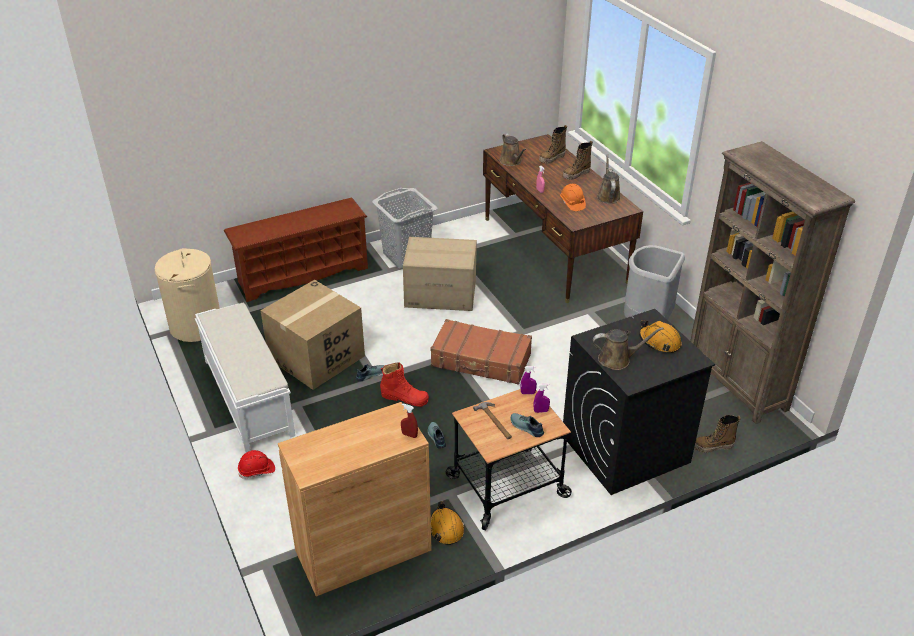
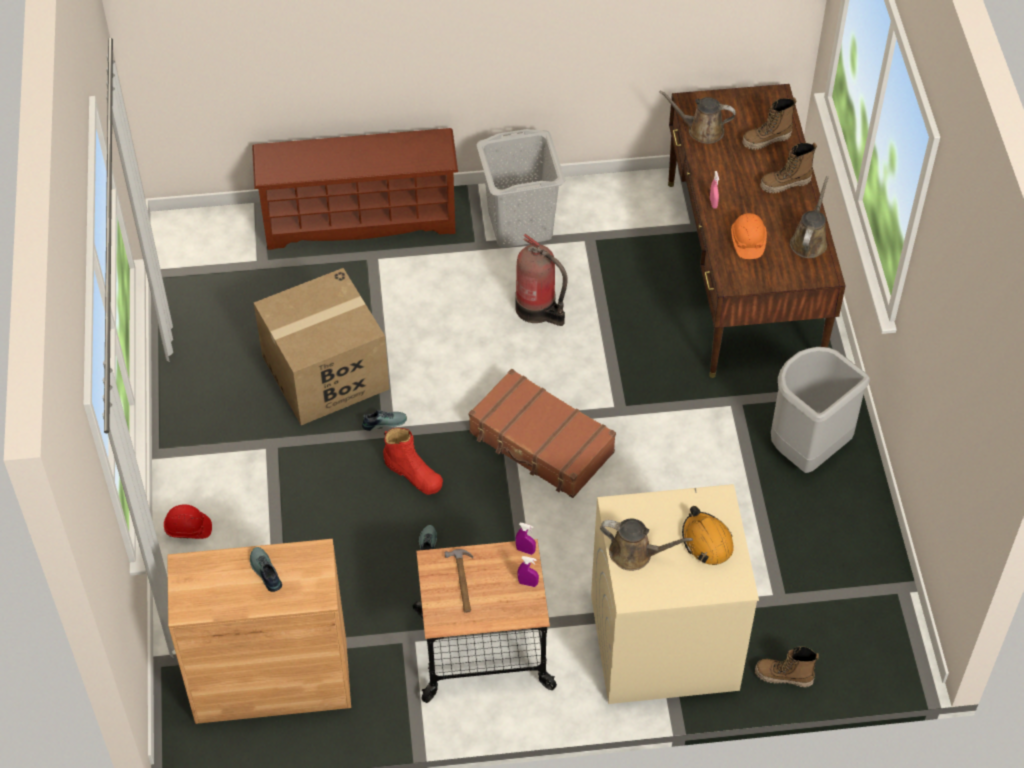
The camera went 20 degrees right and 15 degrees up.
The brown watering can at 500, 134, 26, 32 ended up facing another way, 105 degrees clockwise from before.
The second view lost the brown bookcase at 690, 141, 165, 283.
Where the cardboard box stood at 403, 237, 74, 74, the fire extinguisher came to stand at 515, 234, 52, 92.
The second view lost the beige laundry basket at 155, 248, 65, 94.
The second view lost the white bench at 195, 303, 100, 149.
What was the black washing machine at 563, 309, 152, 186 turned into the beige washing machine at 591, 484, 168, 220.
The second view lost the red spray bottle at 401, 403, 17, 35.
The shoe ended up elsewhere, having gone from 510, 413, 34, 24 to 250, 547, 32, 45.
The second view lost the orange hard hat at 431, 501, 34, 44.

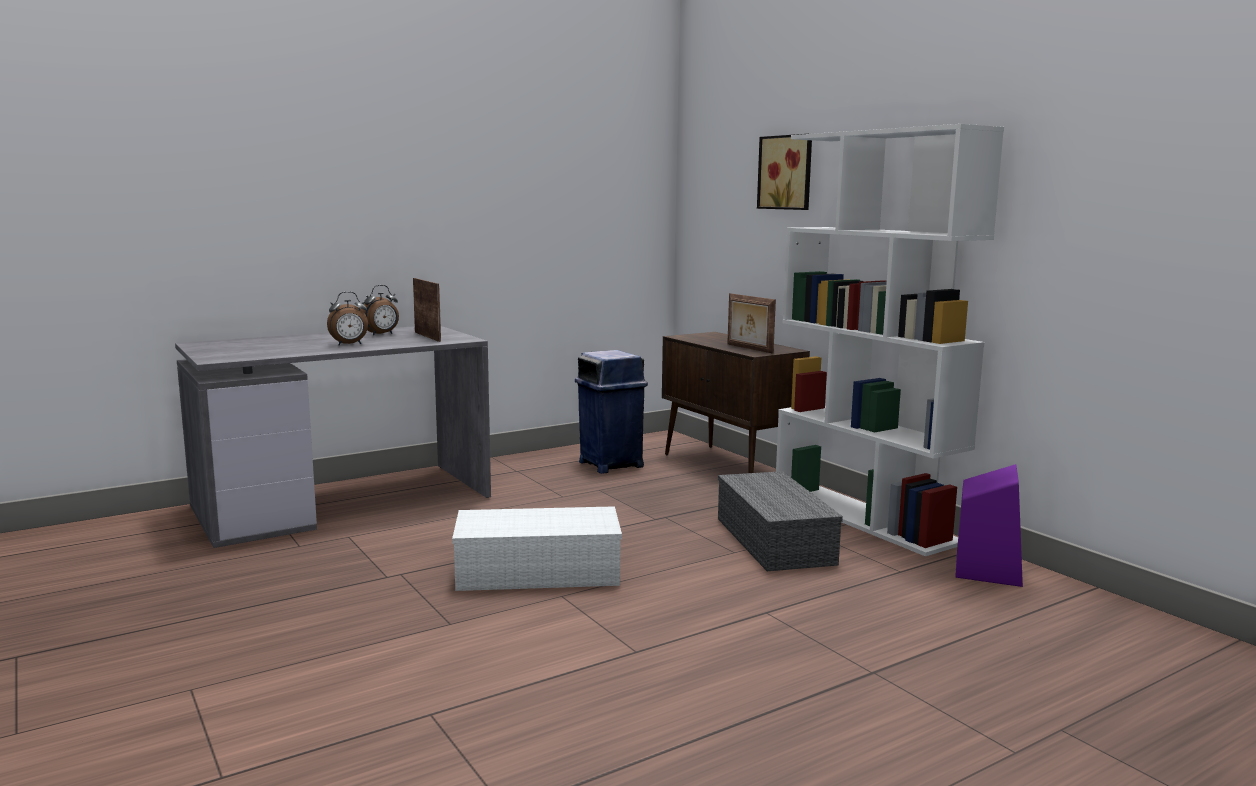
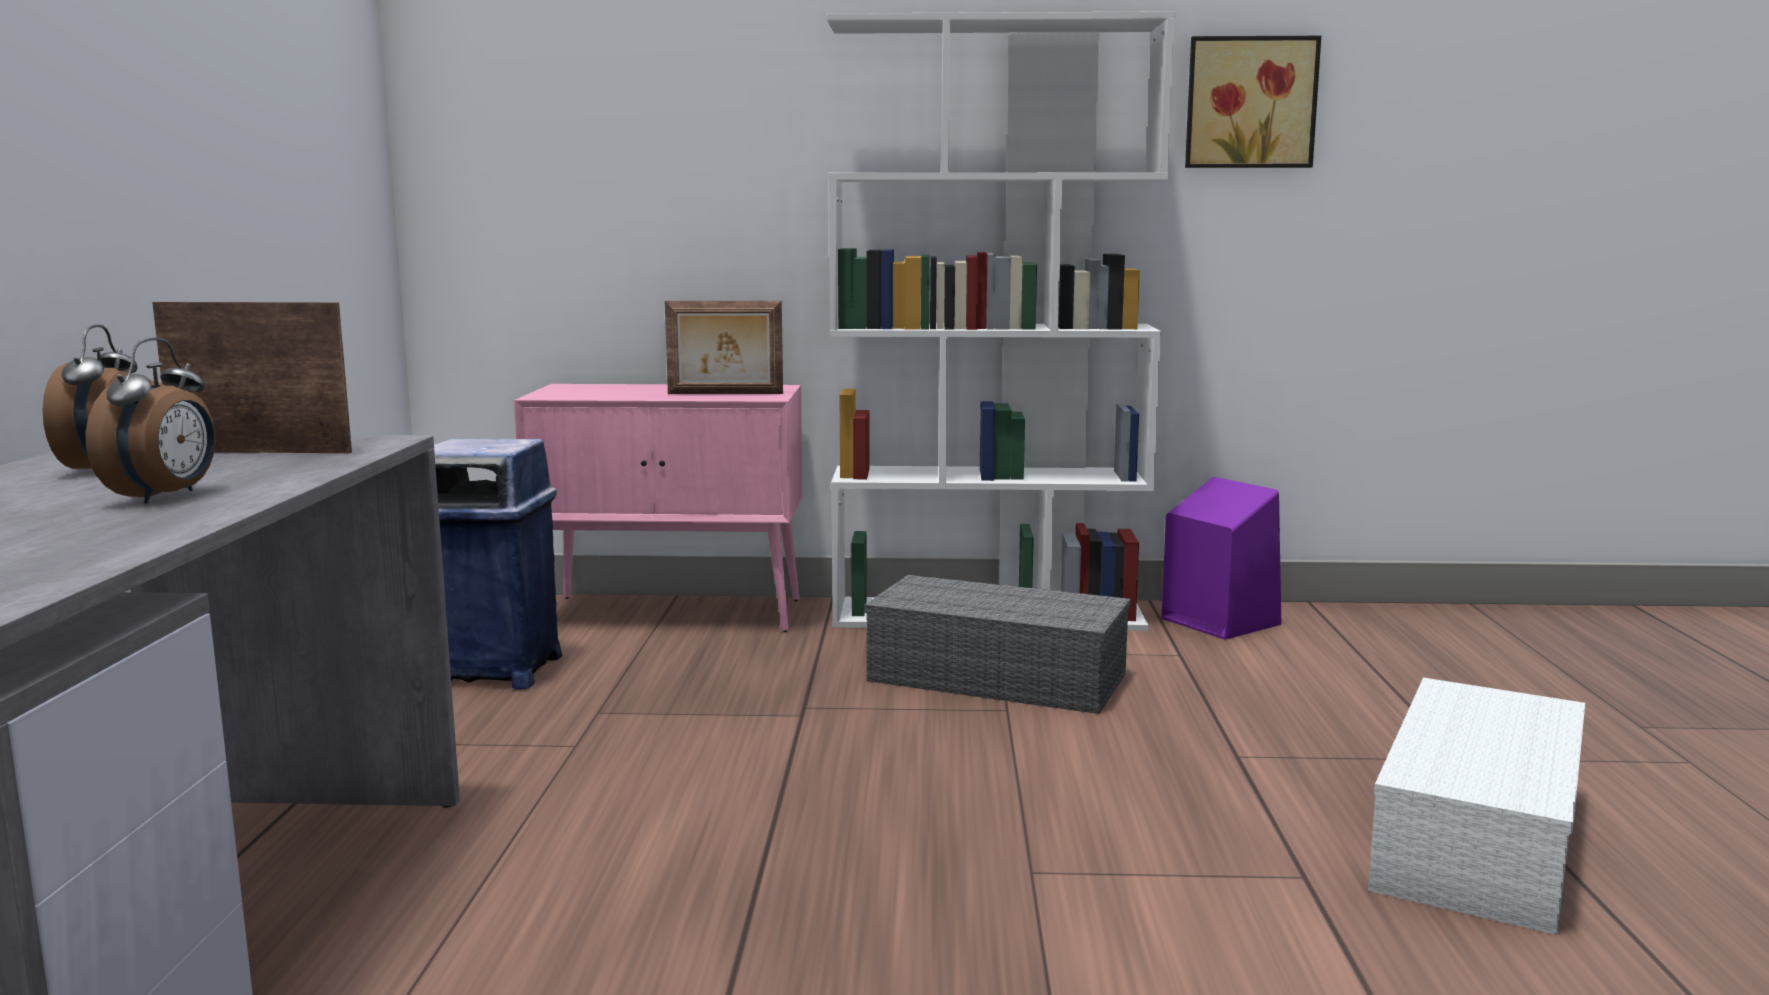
The camera went 55 degrees left and 0 degrees up.
The picture ended up elsewhere, having gone from 757, 134, 55, 76 to 1185, 36, 136, 132.
What was the brown cabinet at 662, 332, 148, 141 turned into the pink cabinet at 514, 384, 289, 248.
The white storage box ended up elsewhere, having gone from 452, 506, 170, 85 to 1368, 678, 217, 257.

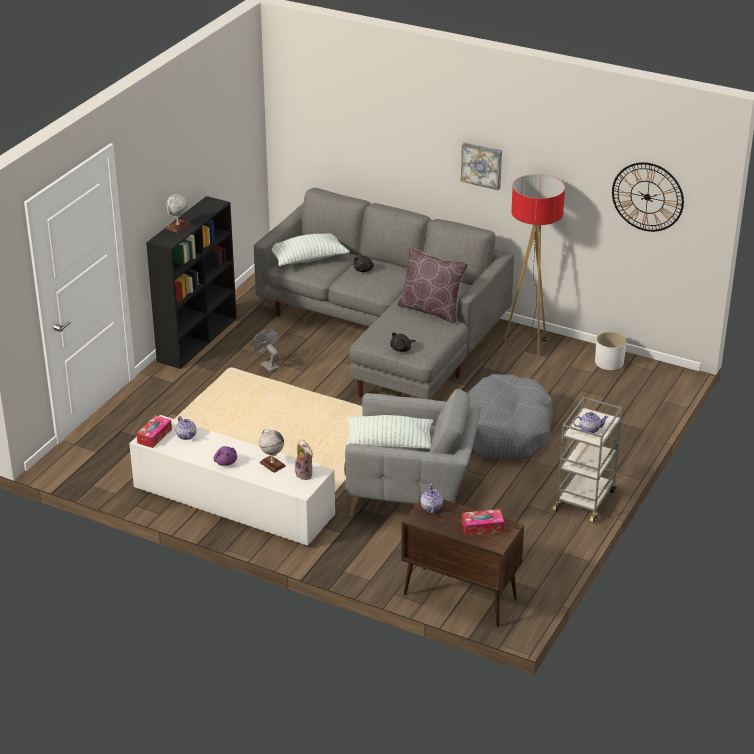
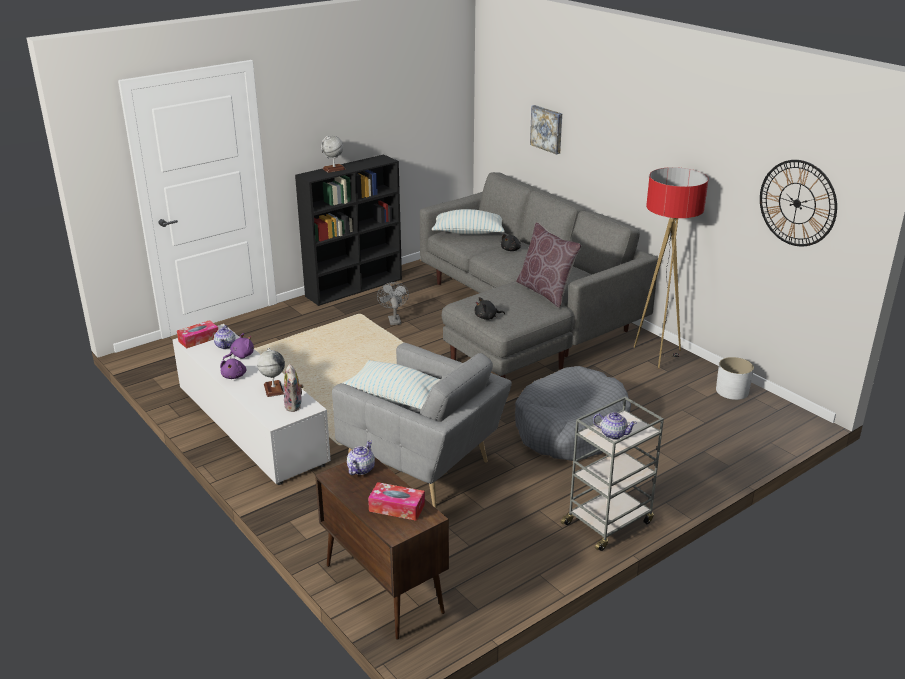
The camera went 25 degrees right and 5 degrees down.
The picture ended up elsewhere, having gone from 461, 142, 41, 48 to 530, 105, 32, 50.
The second view gained the purple plush toy at 223, 333, 31, 27.

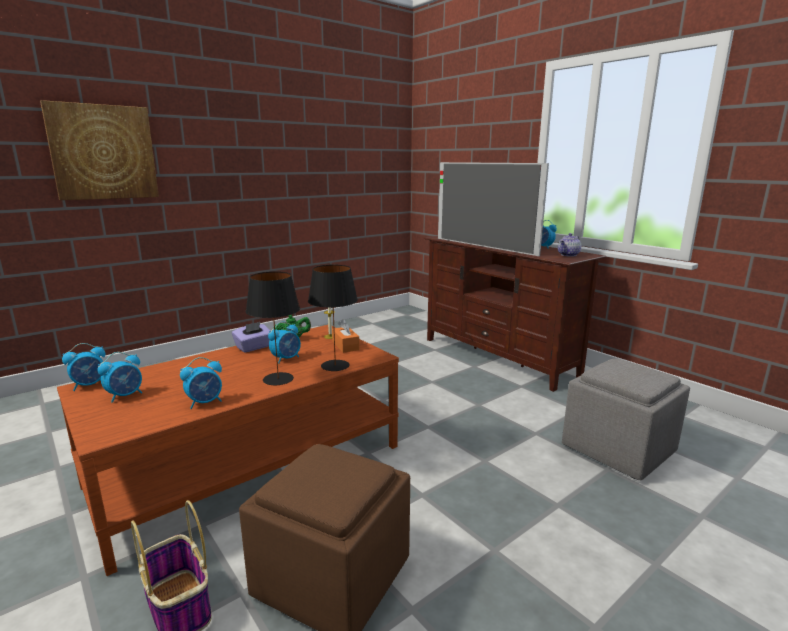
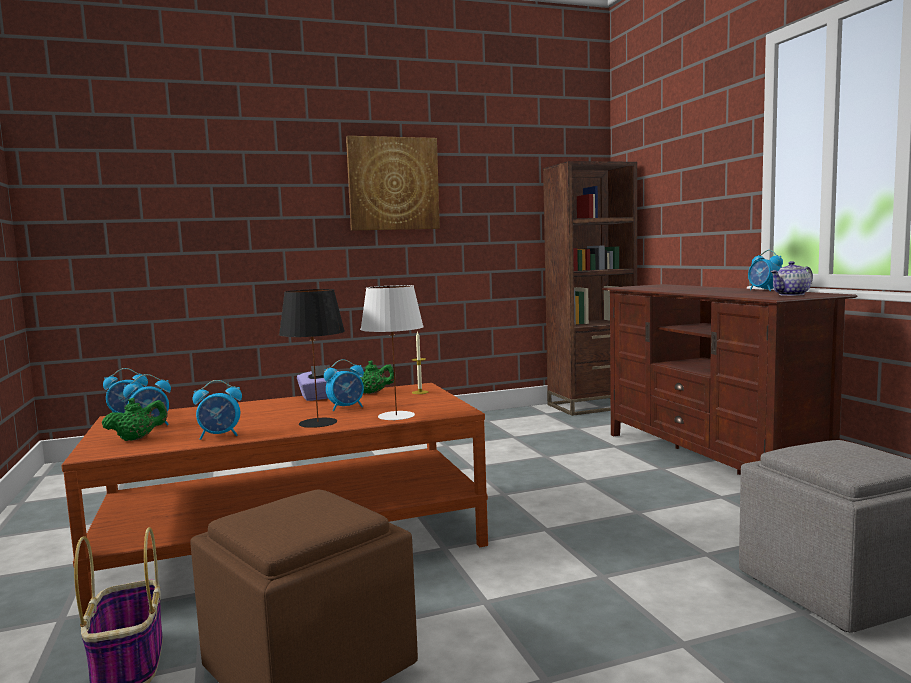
The camera went 20 degrees right and 10 degrees down.
The picture ended up elsewhere, having gone from 40, 100, 119, 100 to 346, 136, 94, 94.
The second view lost the television at 438, 162, 111, 94.
What was the black table lamp at 308, 265, 50, 106 turned into the white table lamp at 360, 285, 64, 136.
The second view lost the orange tissue box at 332, 319, 28, 34.
The second view gained the brown bookcase at 543, 161, 94, 255.
The second view gained the green teapot at 102, 398, 66, 43.

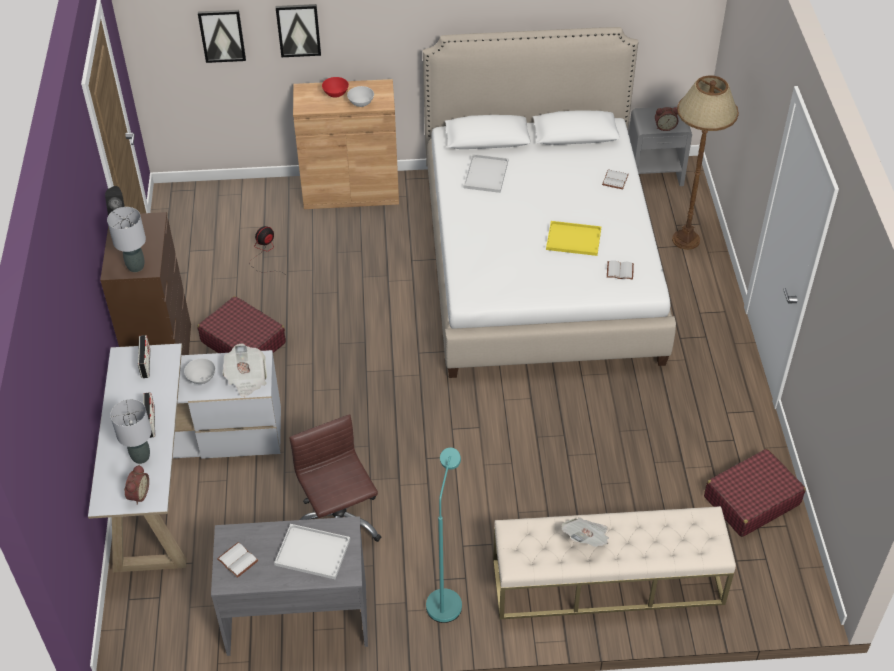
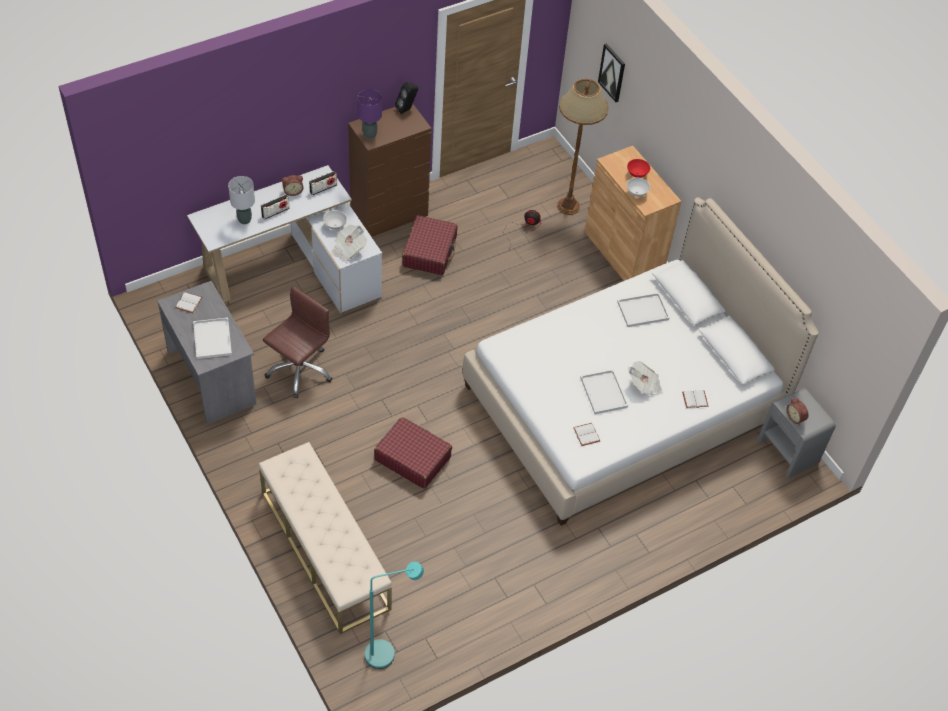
The camera went 60 degrees right and 5 degrees up.
The second view lost the picture at 276, 4, 45, 53.
The brown floor lamp ended up elsewhere, having gone from 672, 75, 67, 175 to 557, 79, 52, 136.
What was the grey table lamp at 107, 207, 39, 65 turned into the purple table lamp at 357, 89, 25, 50.
What was the yellow tray at 546, 221, 56, 35 turned into the white tray at 580, 370, 48, 44.
The turquoise floor lamp ended up elsewhere, having gone from 426, 448, 36, 175 to 365, 562, 59, 107.
The red suitcase ended up elsewhere, having gone from 704, 449, 102, 88 to 374, 417, 78, 72.
The alarm clock ended up elsewhere, having gone from 124, 465, 25, 40 to 282, 175, 21, 21.
The newspaper ended up elsewhere, having gone from 561, 517, 48, 30 to 628, 362, 35, 33.

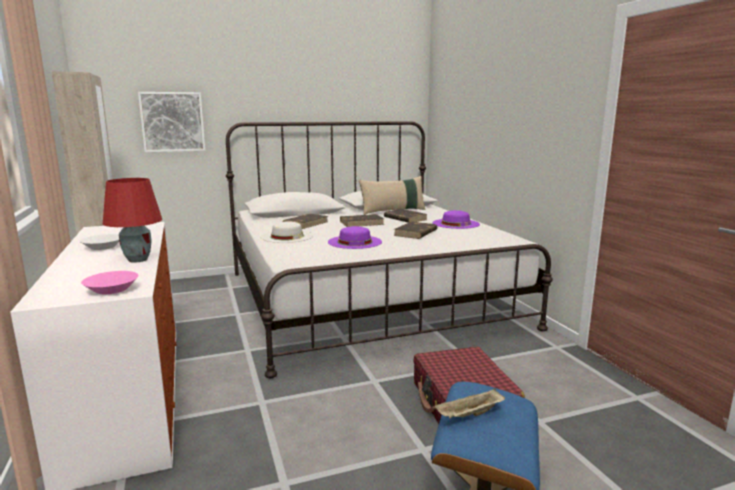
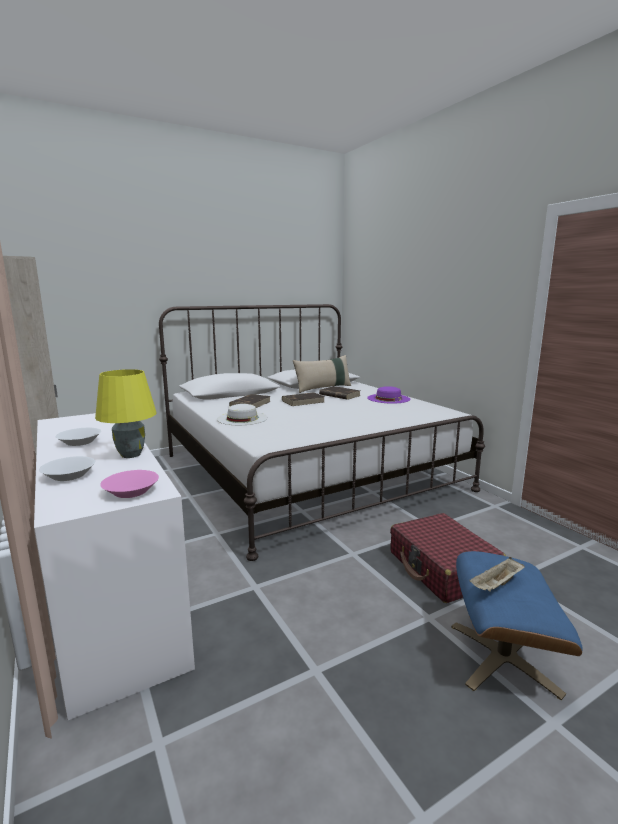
The camera went 10 degrees left and 0 degrees up.
The second view lost the picture at 138, 92, 68, 60.
What was the red table lamp at 103, 178, 59, 85 turned into the yellow table lamp at 95, 369, 62, 89.
The second view lost the brown book at 394, 221, 43, 18.
The second view lost the purple hat at 328, 226, 54, 23.
The second view gained the white bowl at 39, 456, 56, 25.

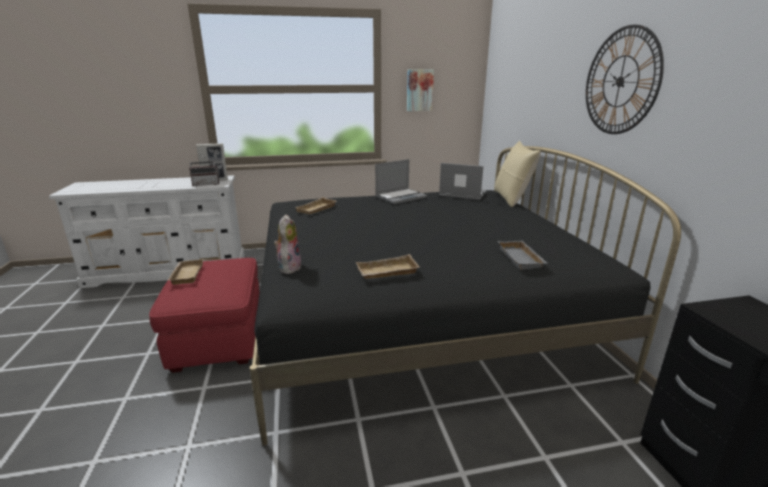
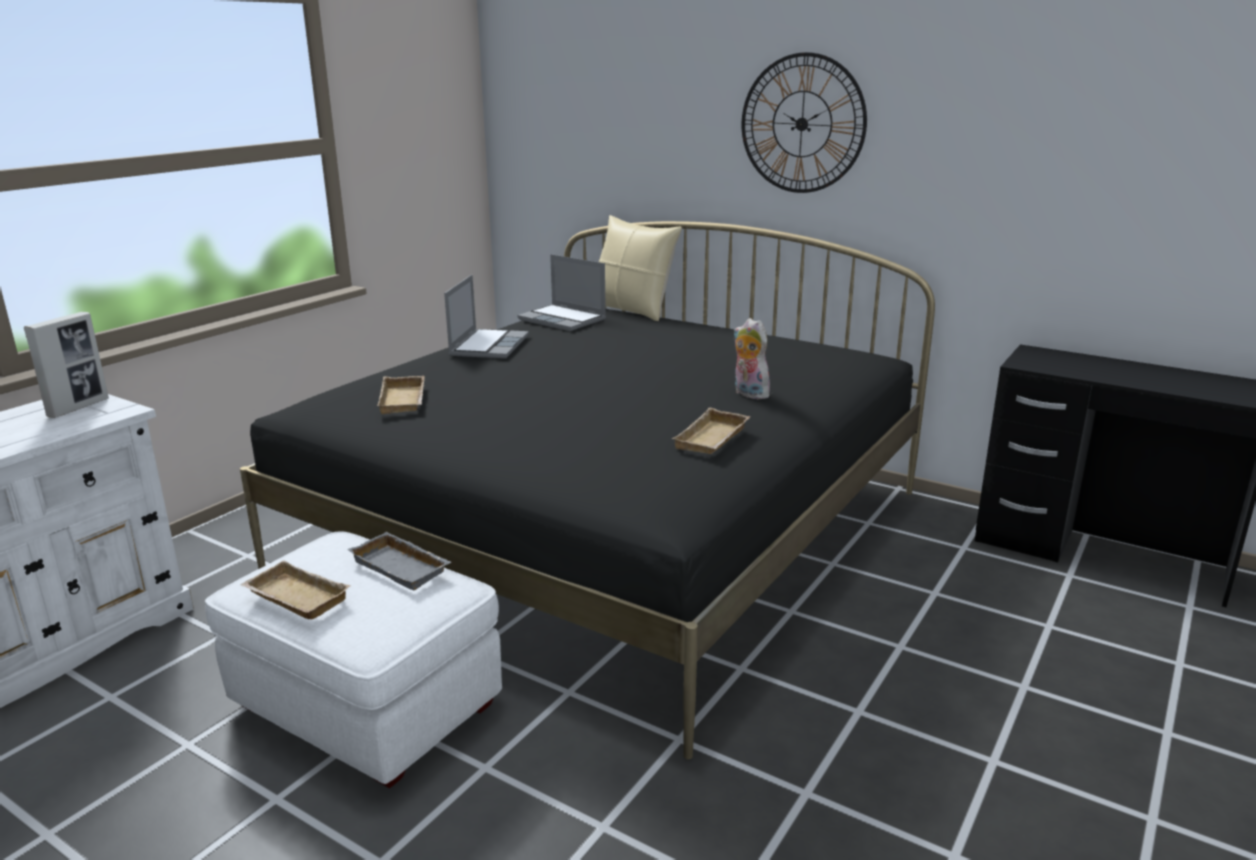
The camera went 45 degrees left and 0 degrees up.
The second view lost the picture at 407, 69, 27, 42.
The second view lost the radio at 189, 155, 30, 31.
The laptop at 439, 163, 47, 37 ended up facing another way, 120 degrees counterclockwise from before.
The plush toy ended up elsewhere, having gone from 274, 214, 27, 60 to 733, 318, 38, 81.
The grey tray ended up elsewhere, having gone from 498, 241, 49, 29 to 347, 532, 105, 59.
What was the red ottoman at 149, 258, 111, 115 turned into the white ottoman at 205, 531, 297, 257.

